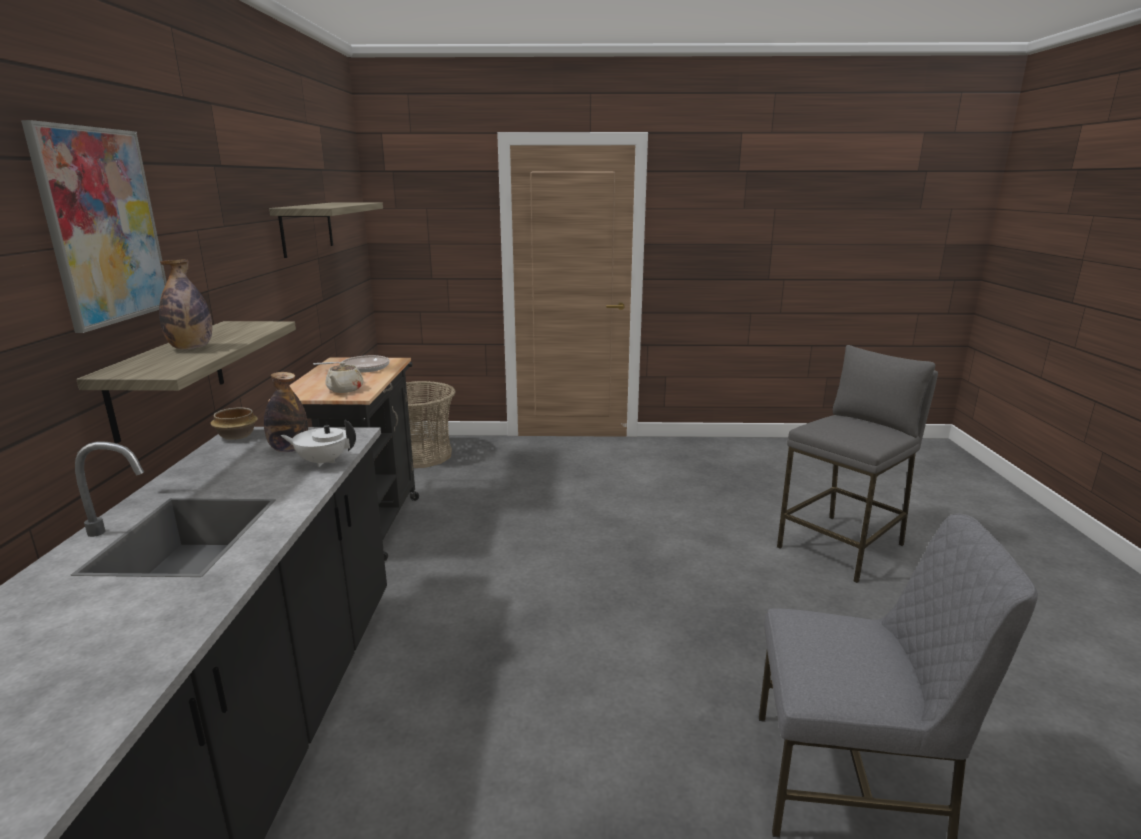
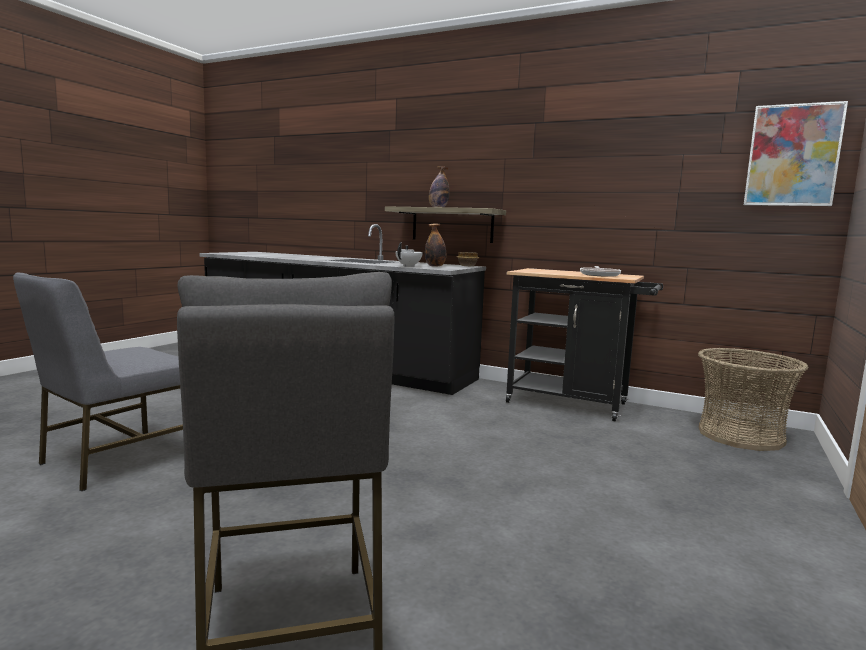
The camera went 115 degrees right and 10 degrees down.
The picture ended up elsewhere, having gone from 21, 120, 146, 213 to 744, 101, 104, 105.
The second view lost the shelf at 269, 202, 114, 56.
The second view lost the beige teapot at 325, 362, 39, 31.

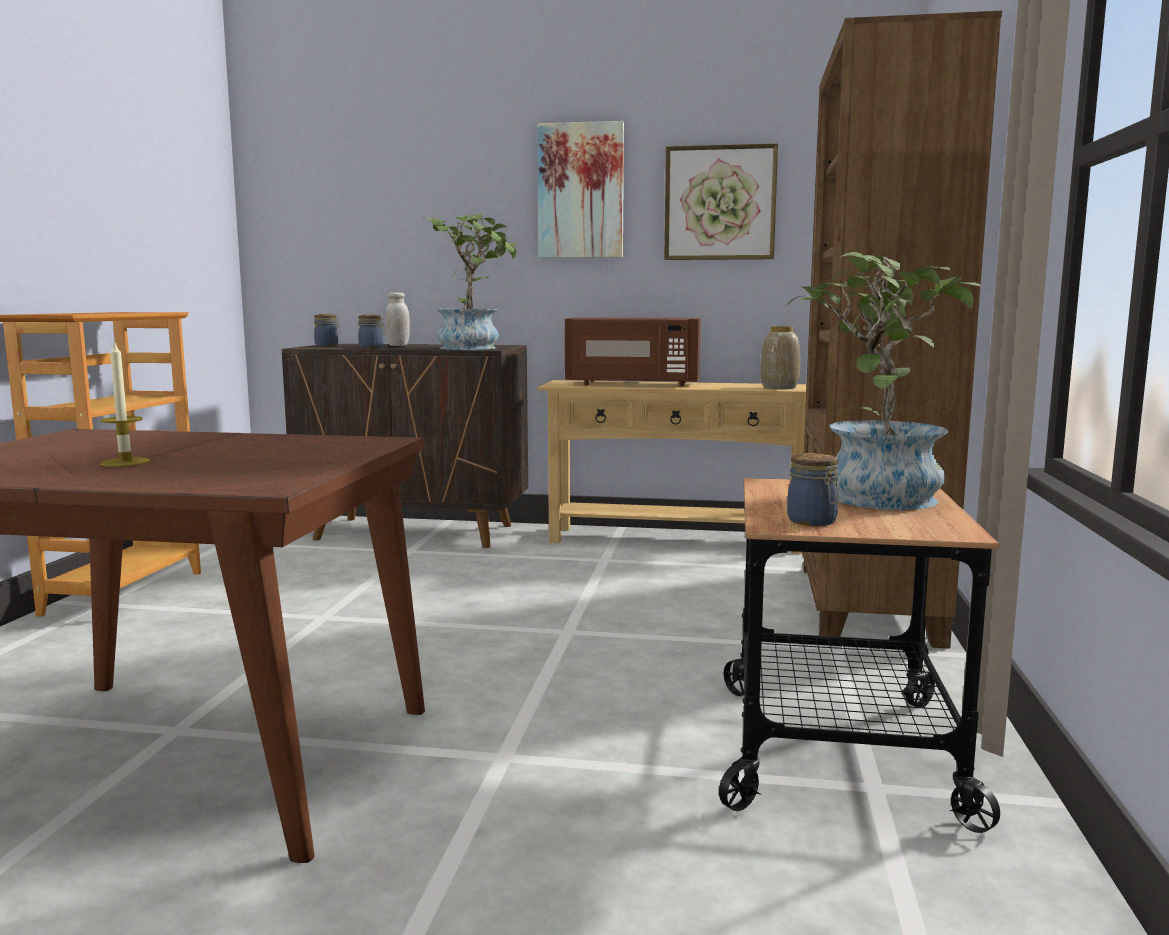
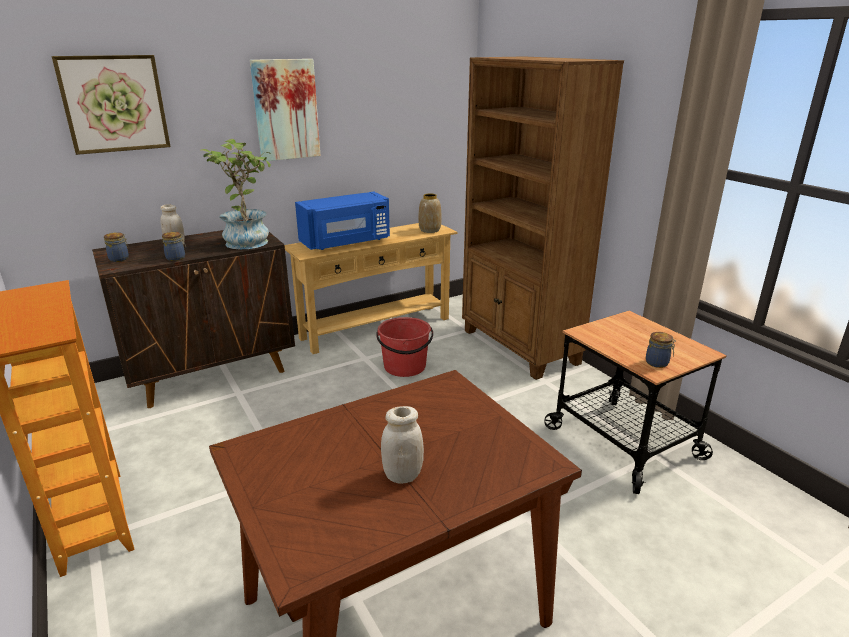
The camera went 40 degrees left and 15 degrees up.
The picture ended up elsewhere, having gone from 664, 143, 114, 117 to 52, 55, 119, 100.
The second view lost the potted plant at 785, 252, 196, 258.
What was the brown microwave at 565, 317, 136, 69 turned into the blue microwave at 295, 192, 95, 58.
Where the candle stood at 100, 340, 50, 127, the white jar came to stand at 381, 406, 43, 78.
The second view gained the red bucket at 376, 317, 57, 60.

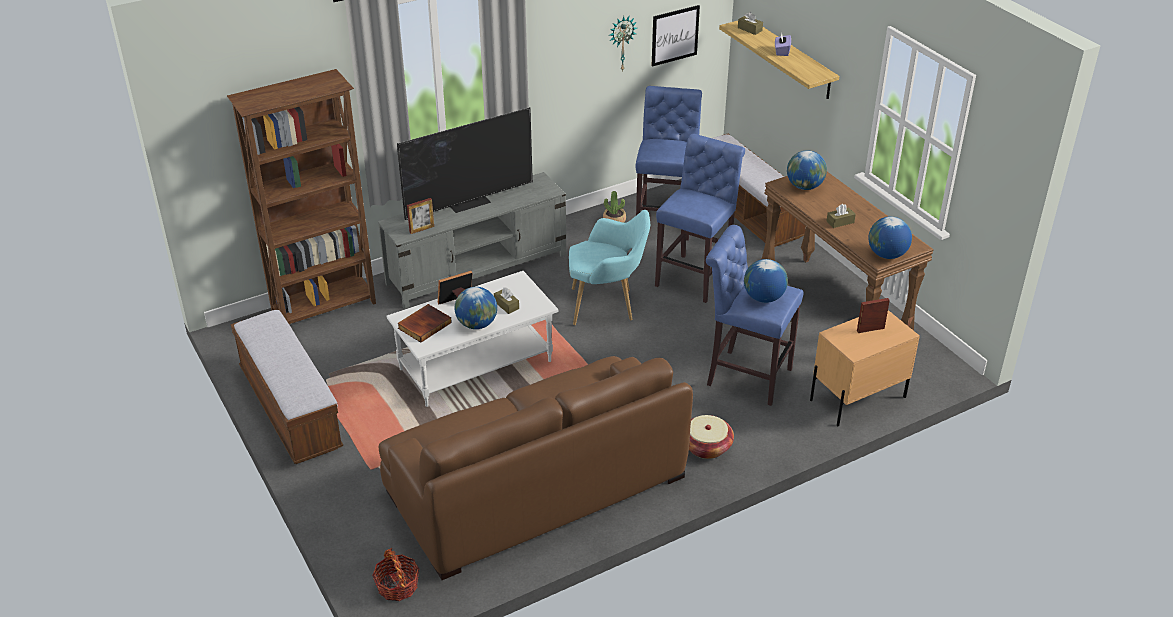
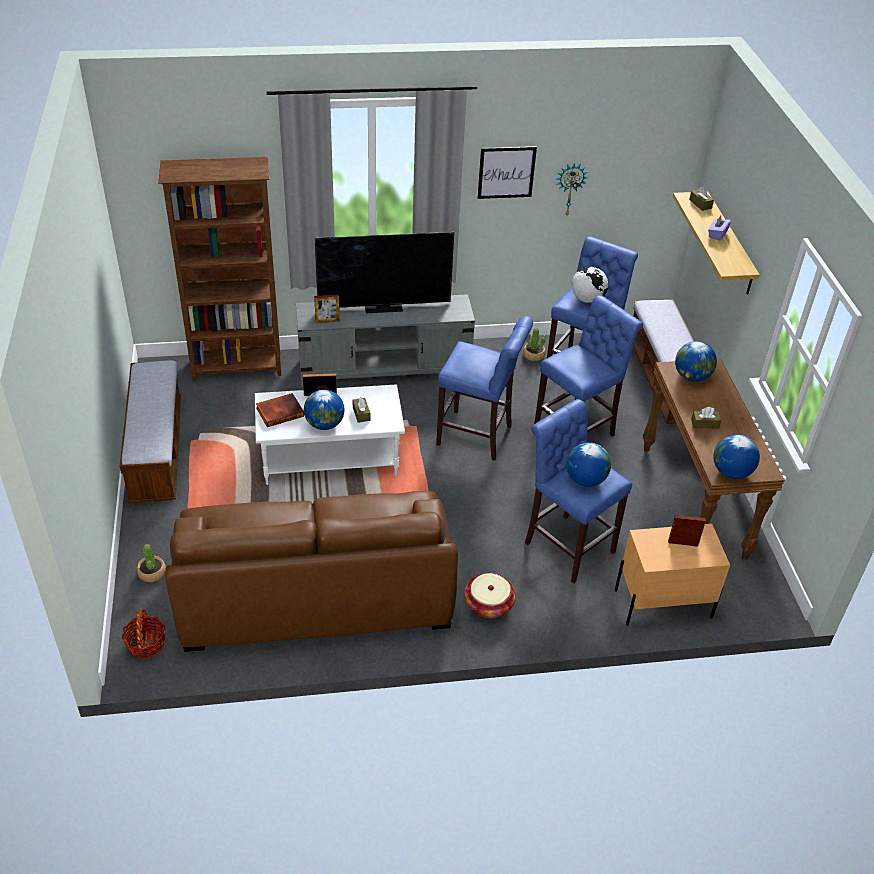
The camera went 20 degrees right and 5 degrees up.
The picture ended up elsewhere, having gone from 652, 5, 48, 62 to 478, 146, 59, 53.
Where the turquoise armchair stood at 569, 210, 81, 115, the blue stool came to stand at 436, 316, 97, 144.
The second view gained the globe at 572, 266, 36, 37.
The second view gained the potted plant at 137, 544, 29, 38.

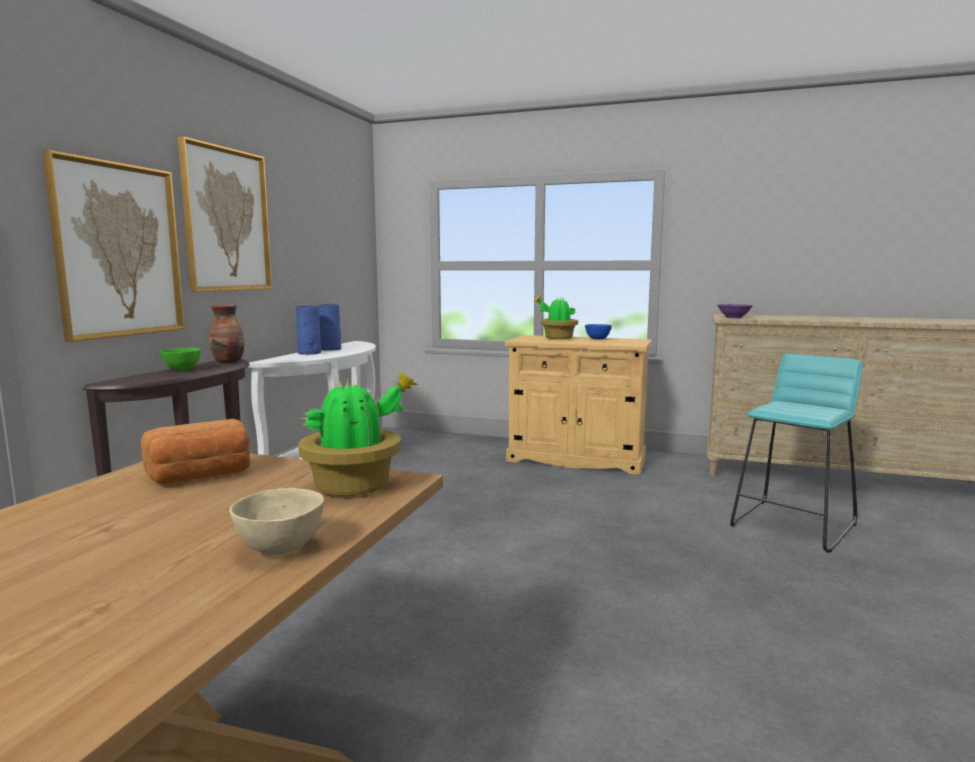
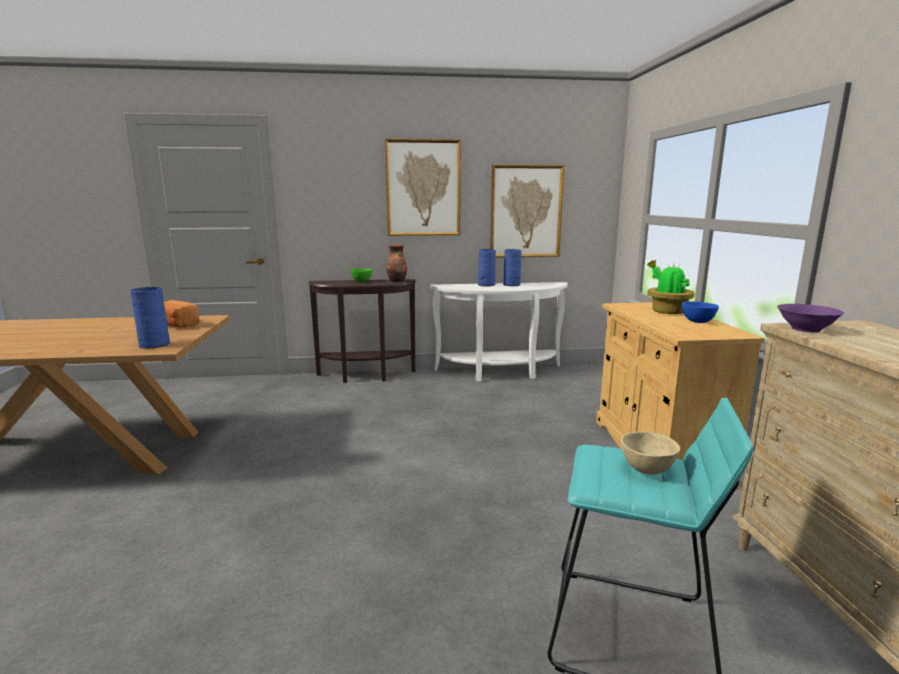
The camera went 65 degrees right and 5 degrees up.
The picture ended up elsewhere, having gone from 42, 150, 143, 192 to 490, 165, 74, 92.
Where the potted plant stood at 299, 371, 119, 125, the blue vase came to stand at 130, 287, 40, 62.
The beige bowl ended up elsewhere, having gone from 230, 488, 94, 67 to 621, 432, 59, 43.

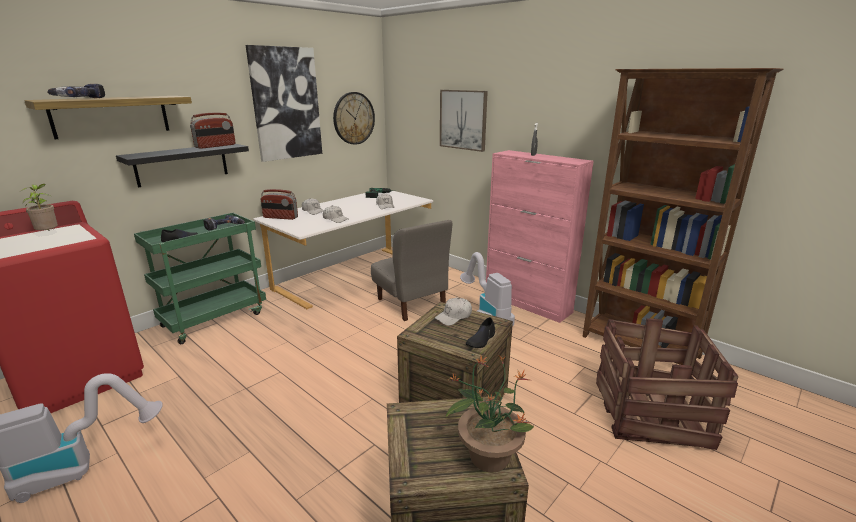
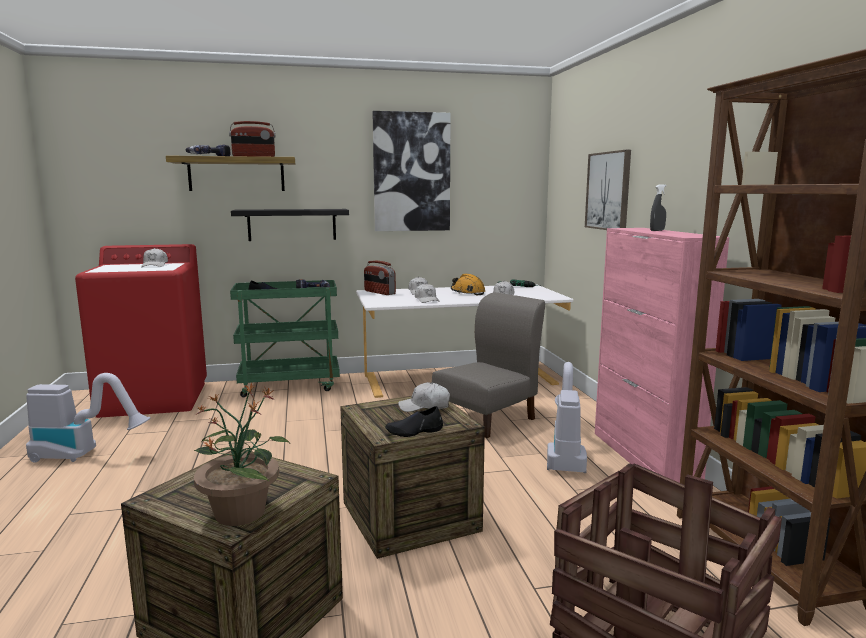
The camera went 35 degrees right and 10 degrees down.
The second view lost the wall clock at 333, 92, 42, 53.
The radio ended up elsewhere, having gone from 190, 113, 45, 36 to 229, 121, 47, 36.
Where the potted plant stood at 21, 184, 37, 47, the white cap came to stand at 141, 248, 27, 19.
The grey chair at 371, 220, 81, 101 ended up facing another way, 135 degrees counterclockwise from before.
The second view gained the orange hard hat at 451, 274, 34, 22.

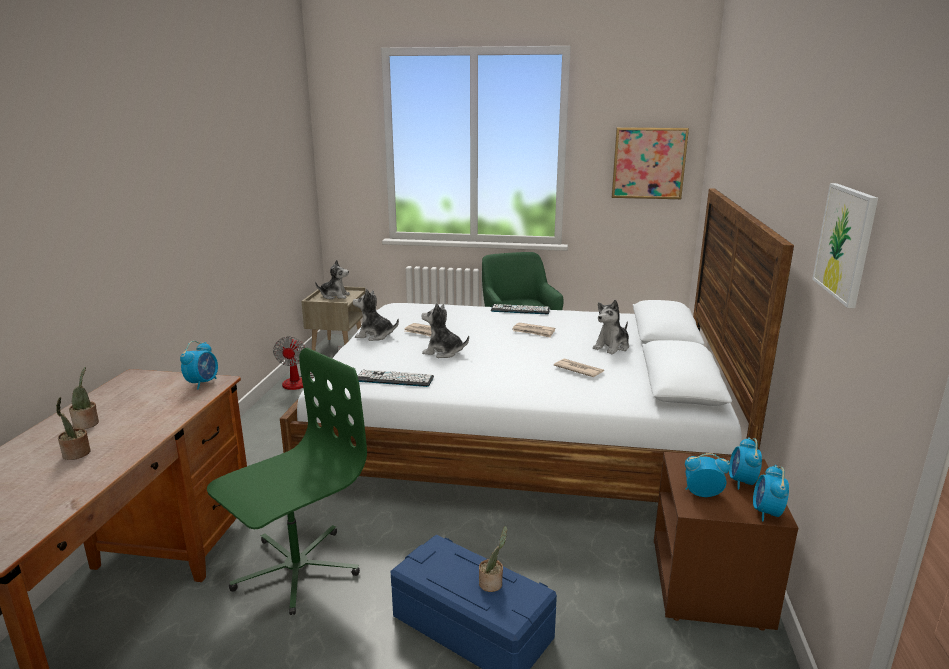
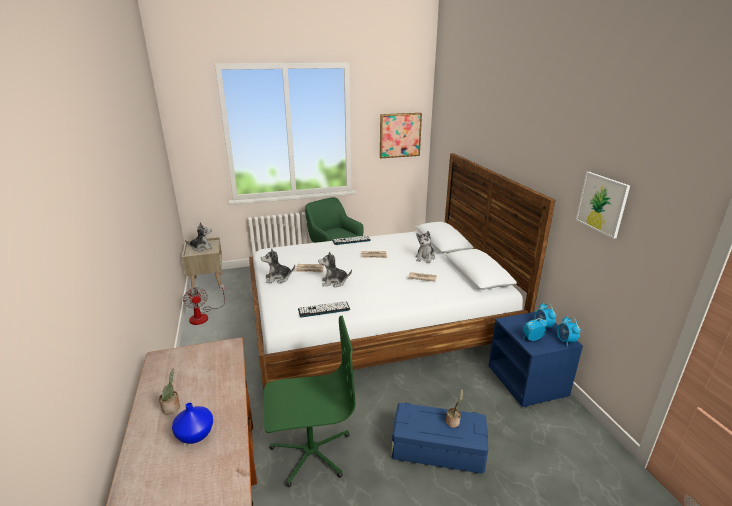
The camera went 25 degrees left and 5 degrees up.
The second view lost the alarm clock at 180, 341, 38, 49.
The green office chair at 207, 348, 160, 267 ended up facing another way, 60 degrees clockwise from before.
Where the potted plant stood at 56, 397, 35, 63, the blue vase came to stand at 172, 402, 41, 42.
What was the brown nightstand at 654, 452, 144, 179 turned into the blue nightstand at 488, 312, 95, 95.

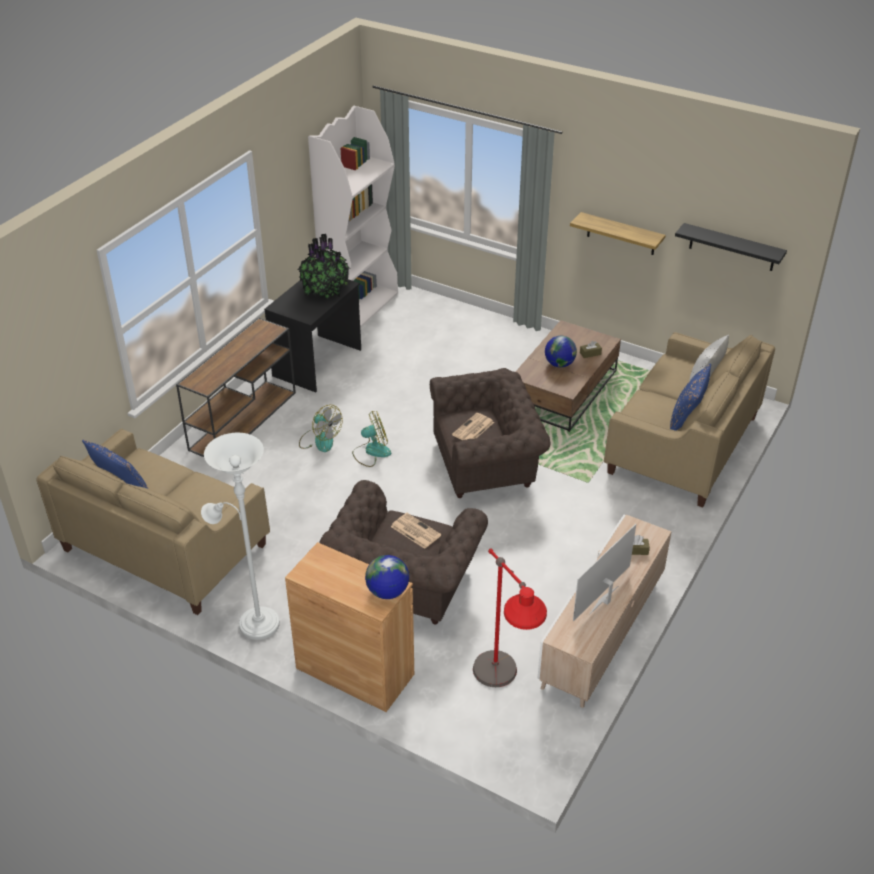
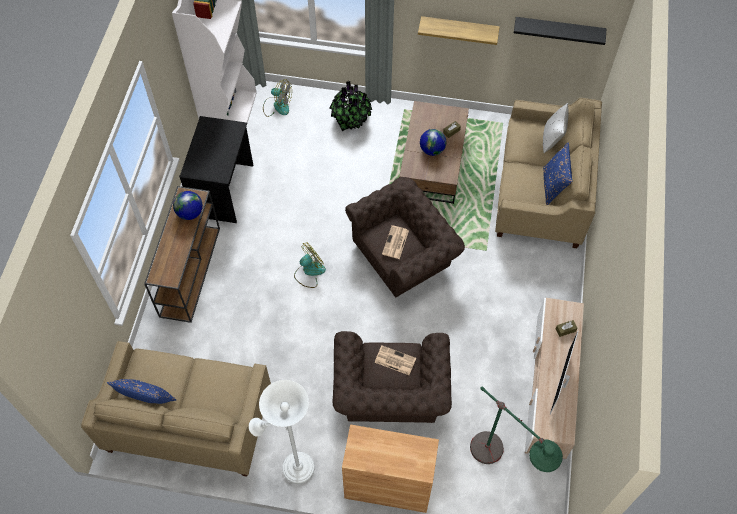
The camera went 20 degrees left and 20 degrees up.
The potted plant ended up elsewhere, having gone from 298, 234, 52, 66 to 330, 81, 42, 50.
The fan ended up elsewhere, having gone from 299, 405, 44, 47 to 263, 79, 29, 38.
What was the red floor lamp at 473, 549, 74, 138 turned into the green floor lamp at 470, 386, 93, 86.
The globe ended up elsewhere, having gone from 365, 555, 44, 44 to 173, 191, 30, 29.

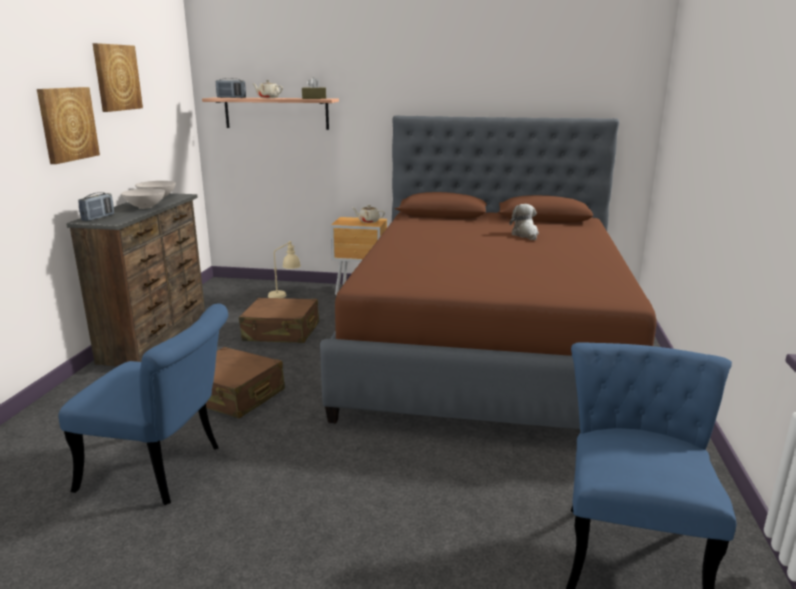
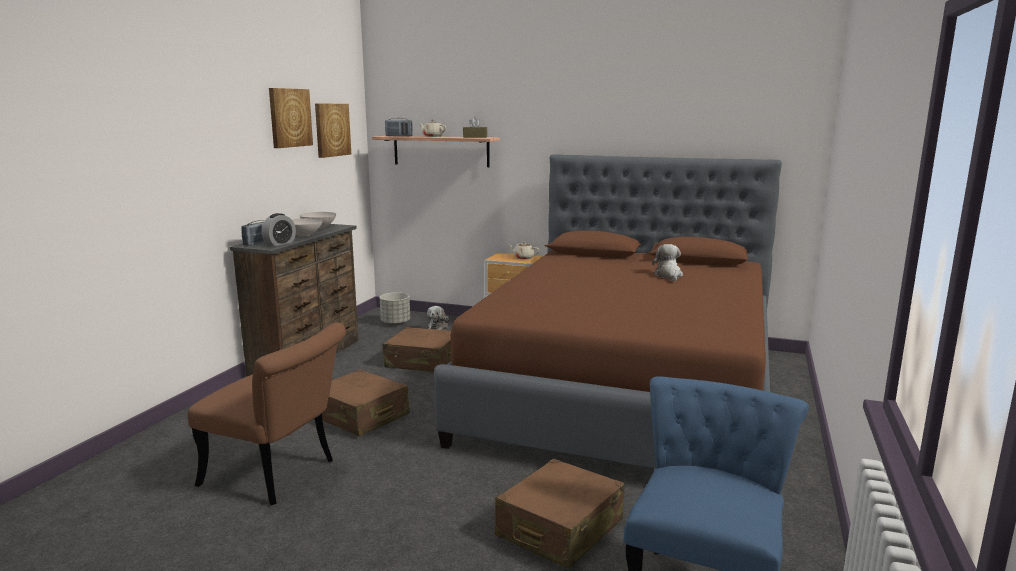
The camera went 10 degrees right and 5 degrees down.
The picture ended up elsewhere, having gone from 37, 87, 63, 77 to 315, 104, 36, 54.
Where the beige table lamp stood at 268, 241, 33, 57, the plush toy came to stand at 427, 306, 22, 24.
What was the blue chair at 58, 303, 170, 202 turned into the brown chair at 188, 323, 158, 182.
The second view gained the alarm clock at 262, 213, 34, 33.
The second view gained the grey planter at 380, 292, 30, 33.
The second view gained the brown suitcase at 495, 459, 130, 110.

